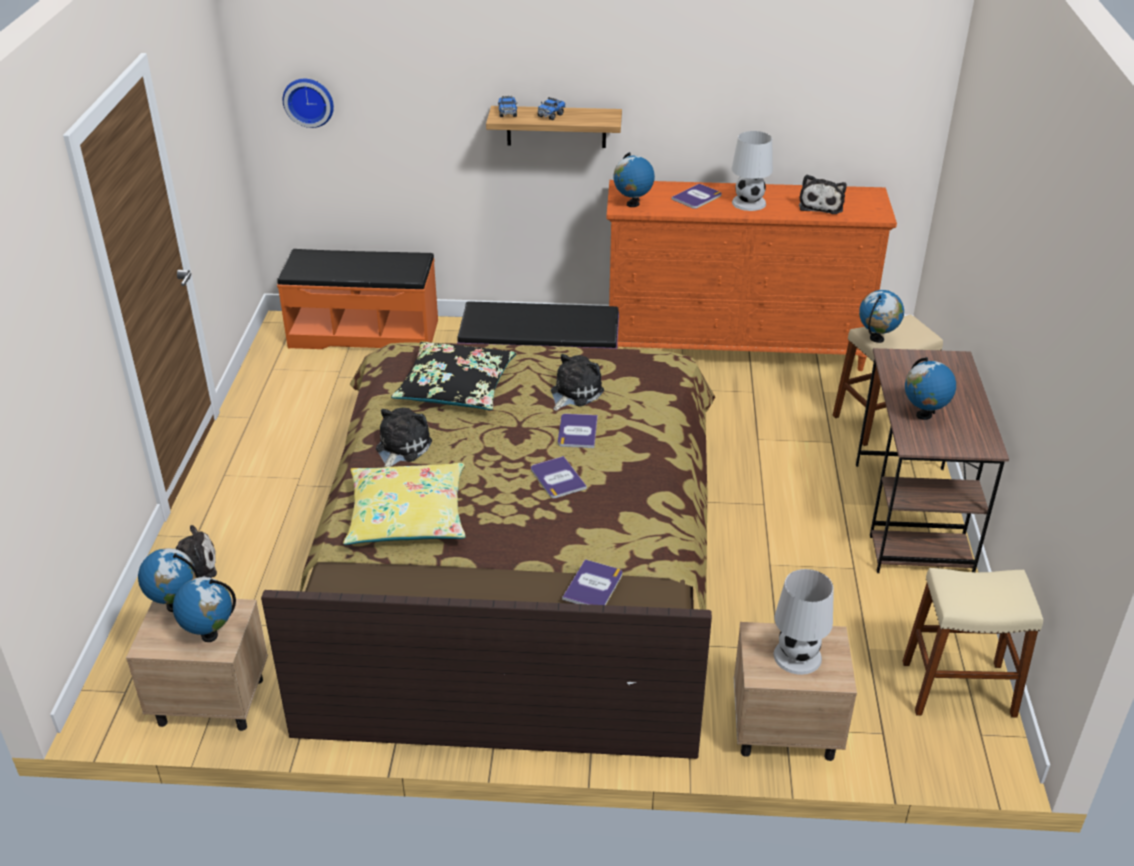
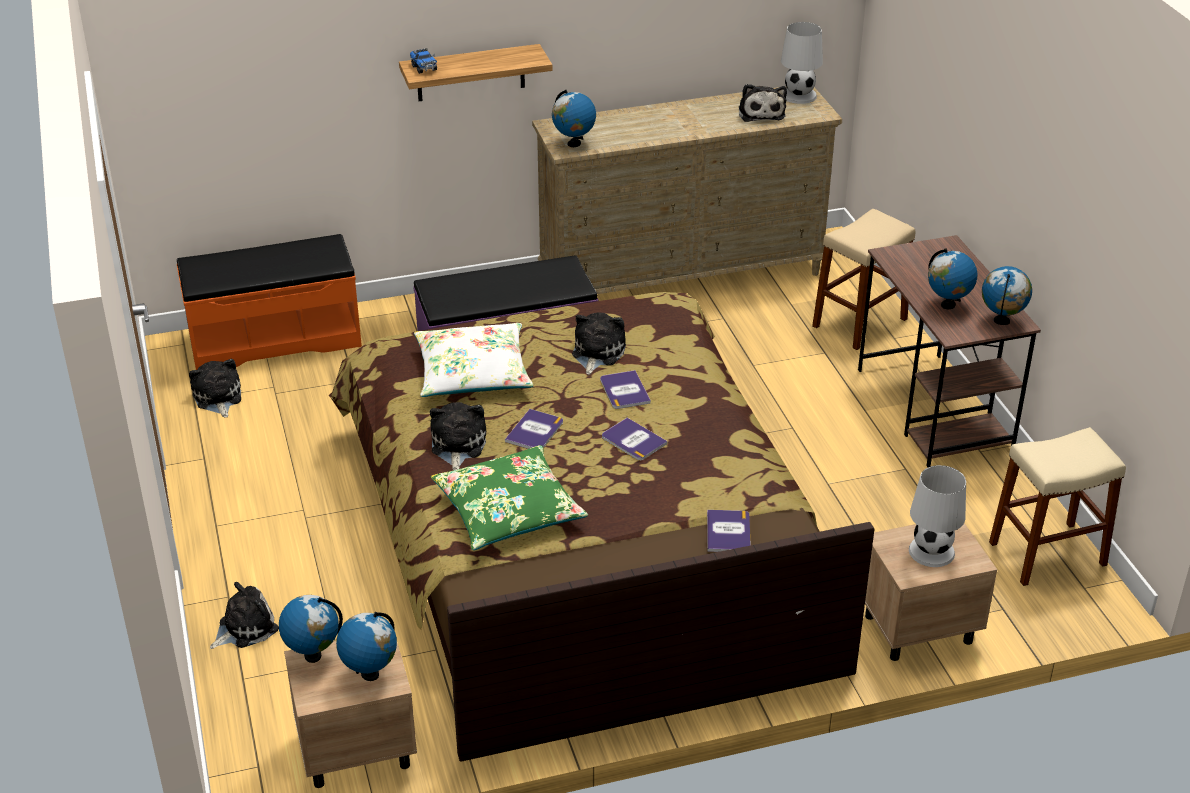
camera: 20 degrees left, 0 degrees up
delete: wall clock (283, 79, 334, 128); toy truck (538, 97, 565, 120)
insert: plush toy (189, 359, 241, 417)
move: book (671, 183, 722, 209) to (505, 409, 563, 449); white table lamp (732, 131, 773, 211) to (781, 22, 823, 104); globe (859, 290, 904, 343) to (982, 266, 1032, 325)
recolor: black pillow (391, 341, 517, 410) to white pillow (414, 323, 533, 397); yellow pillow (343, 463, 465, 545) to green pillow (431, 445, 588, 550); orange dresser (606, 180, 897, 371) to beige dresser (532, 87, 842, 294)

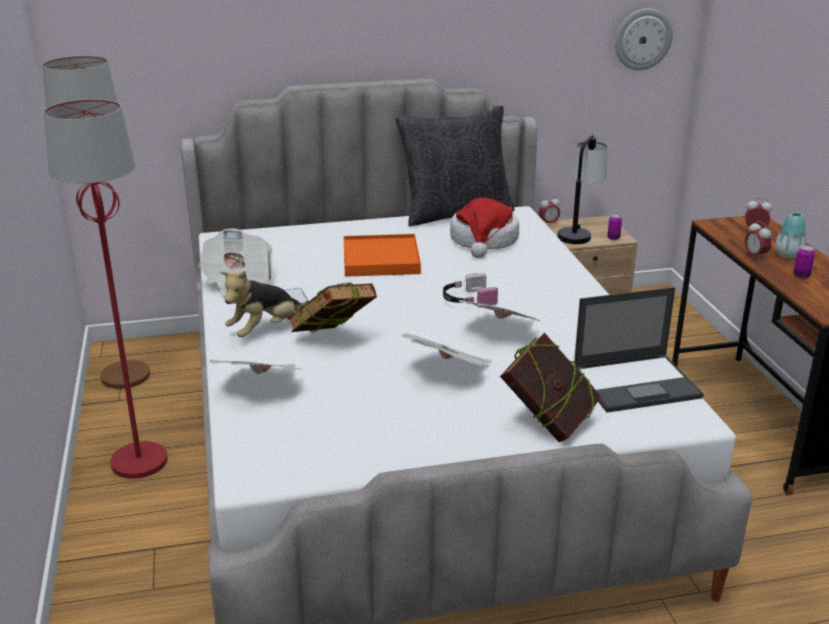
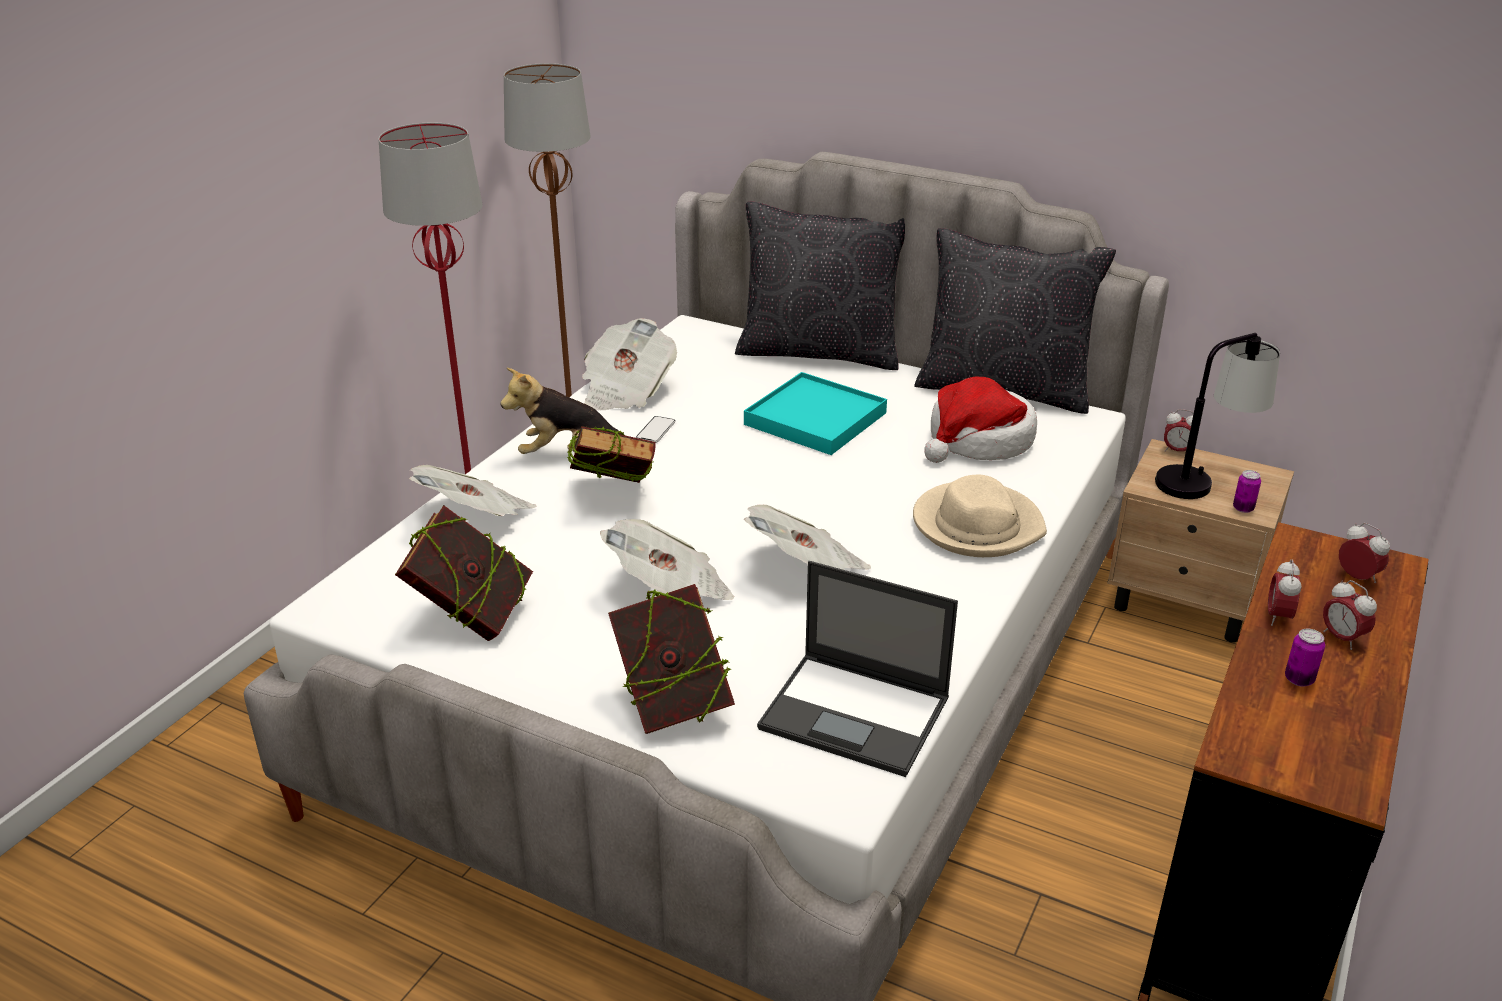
camera: 40 degrees right, 5 degrees up
delete: headphones (443, 273, 498, 308); wall clock (615, 8, 673, 70)
insert: book (395, 505, 533, 641); black pillow (735, 202, 905, 370); beige hat (913, 475, 1047, 557)
replace: vase (775, 212, 806, 258) to alarm clock (1323, 580, 1377, 650)
recolor: orange tray (343, 234, 421, 277) to turquoise tray (744, 372, 887, 455)

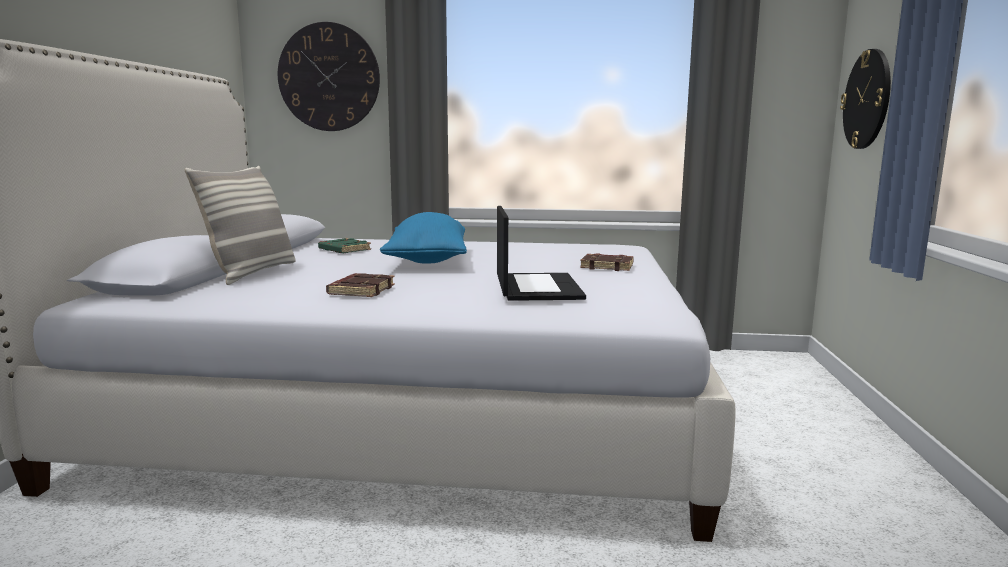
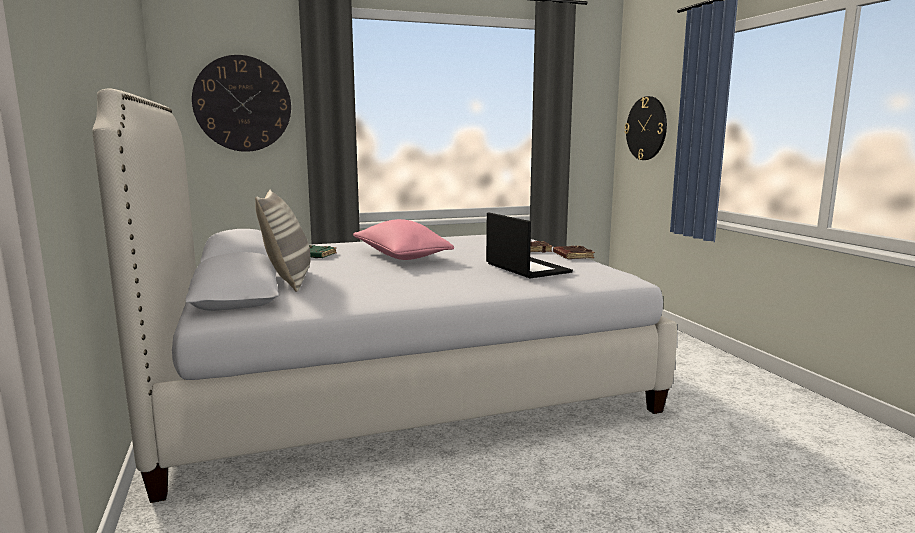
camera: 25 degrees left, 0 degrees up
move: brown book (326, 273, 395, 297) to (553, 245, 595, 259)
recolor: blue pillow (380, 212, 467, 264) to pink pillow (353, 219, 454, 260)

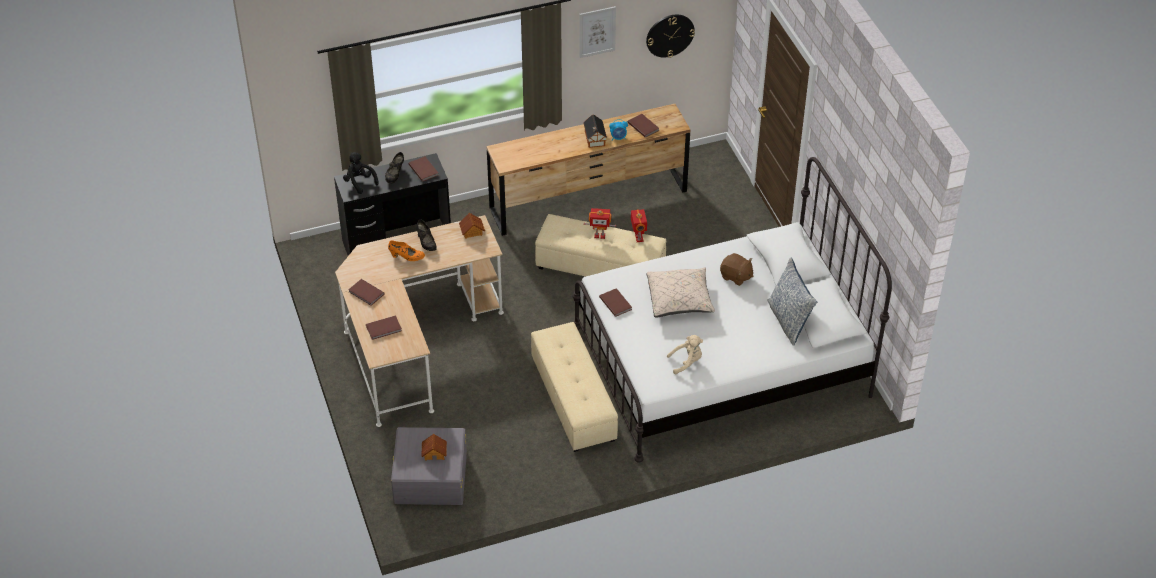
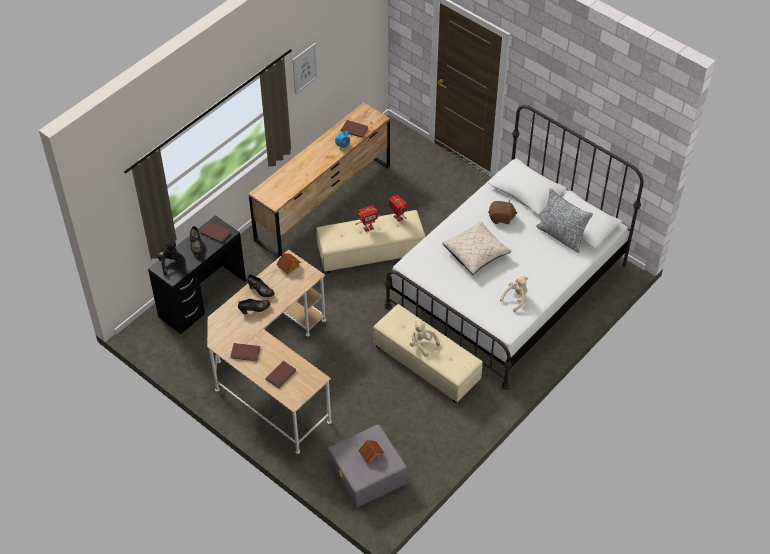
camera: 30 degrees left, 5 degrees up
delete: toy house (583, 115, 607, 148); brown book (599, 288, 632, 317); wall clock (646, 15, 695, 58)
insert: beige plush toy (410, 321, 440, 357)
recolor: orange shoe (388, 241, 425, 261) to black shoe (238, 299, 270, 314)
rotate: black plush toy (343, 152, 379, 194) = (158, 239, 186, 276) 60 degrees clockwise

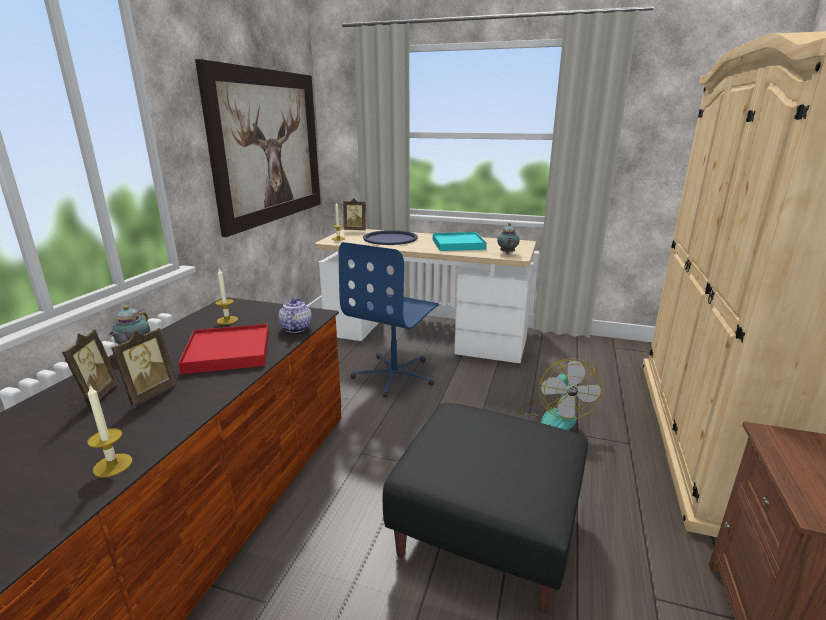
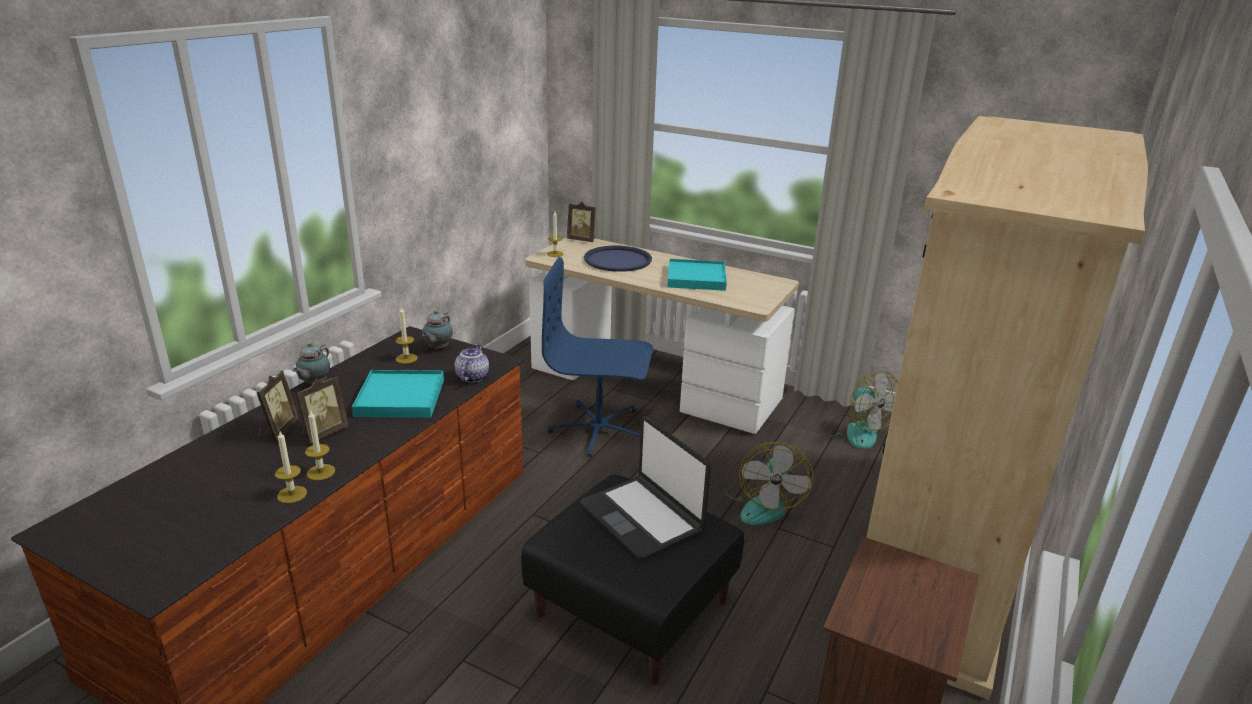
camera: 10 degrees right, 5 degrees up
delete: picture (195, 59, 321, 237)
insert: candle (305, 410, 335, 480); laptop (580, 416, 711, 560); fan (819, 371, 898, 449)
move: teapot (497, 223, 520, 254) to (422, 310, 453, 350)
recolor: red tray (178, 324, 269, 374) to turquoise tray (352, 370, 444, 418)
rotate: blue office chair (339, 242, 439, 398) = (542, 257, 653, 457) 60 degrees clockwise

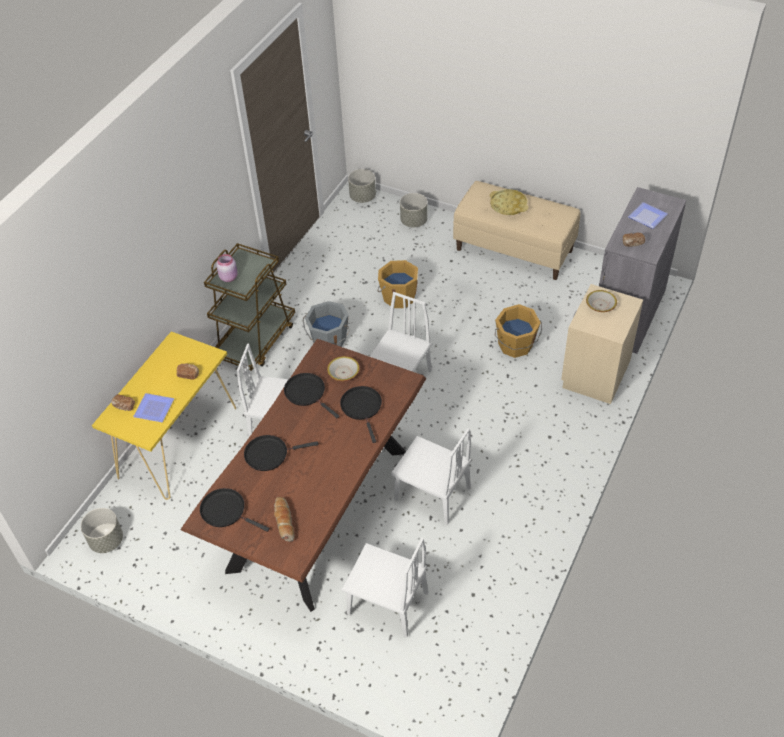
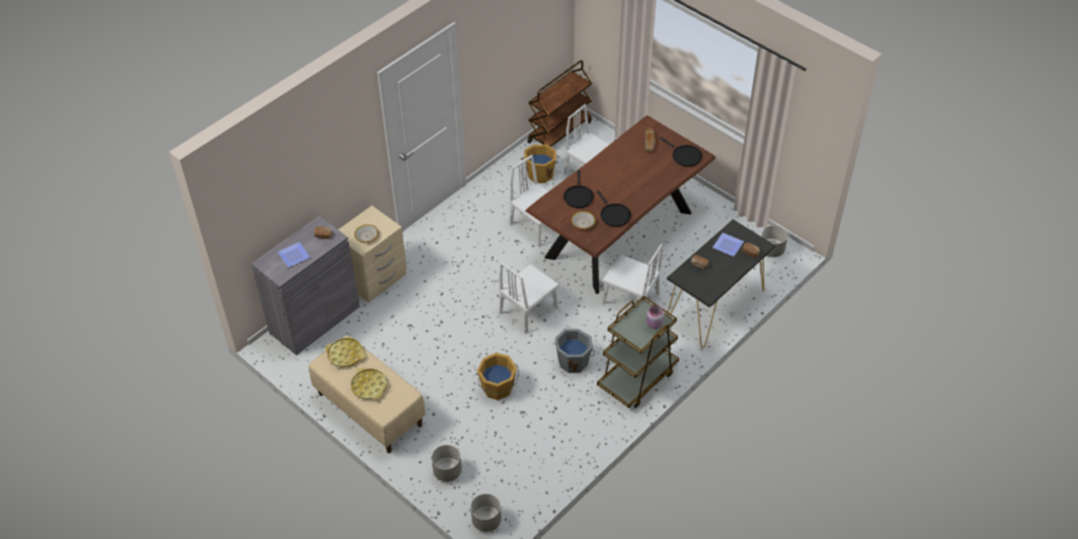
camera: 165 degrees left, 0 degrees up
delete: black frying pan (244, 435, 319, 471)
insert: yellow tray (325, 338, 366, 367); brown cart (527, 60, 592, 147)
move: orange bucket (495, 304, 542, 358) to (521, 144, 560, 183)
recolor: yellow console table (92, 331, 236, 500) to black console table (667, 219, 775, 348)

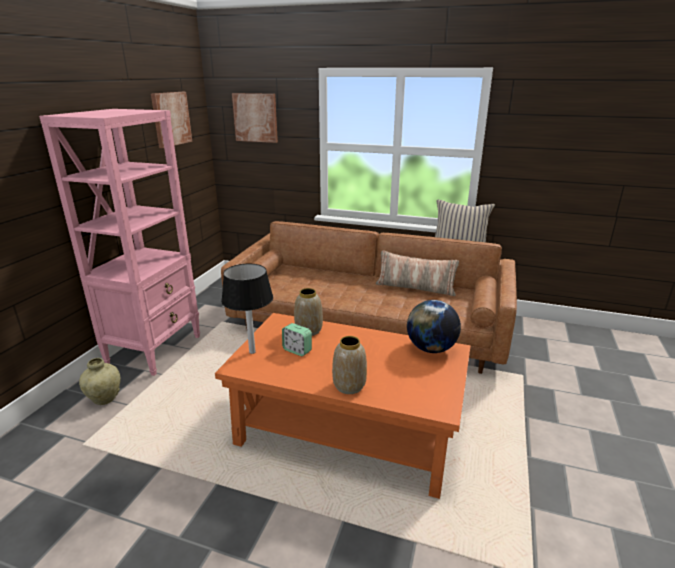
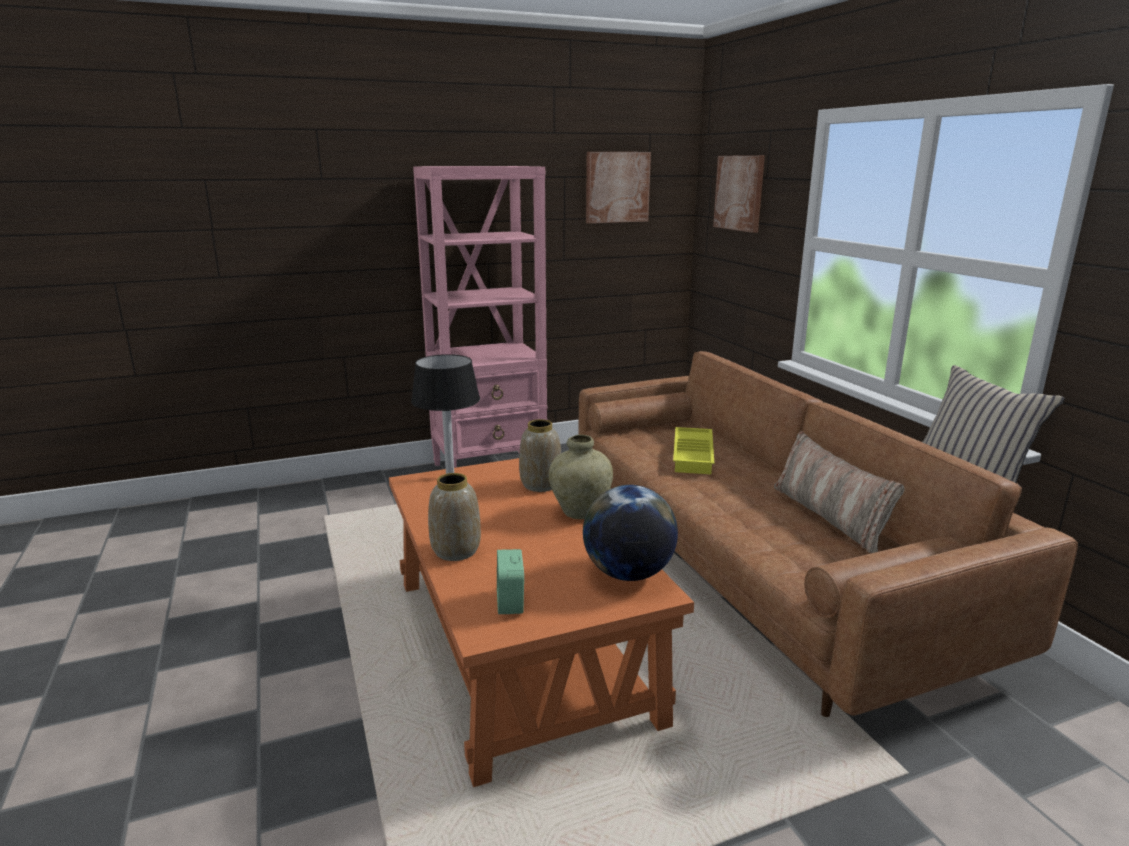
camera: 50 degrees right, 5 degrees down
insert: yellow tray (673, 427, 714, 474)
move: alarm clock (282, 323, 312, 356) to (497, 549, 524, 614); beige vase (79, 358, 120, 405) to (549, 435, 613, 519)

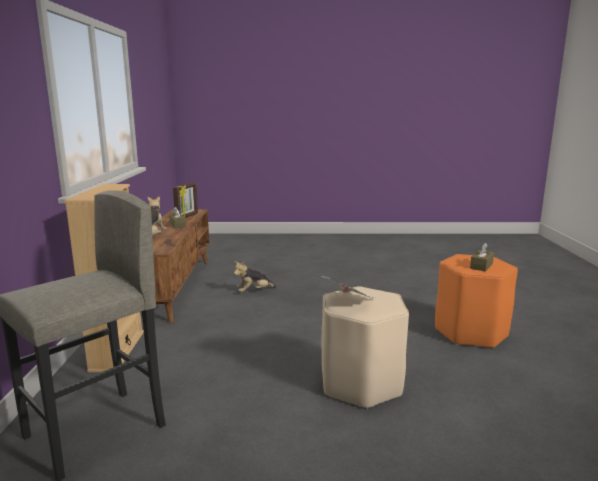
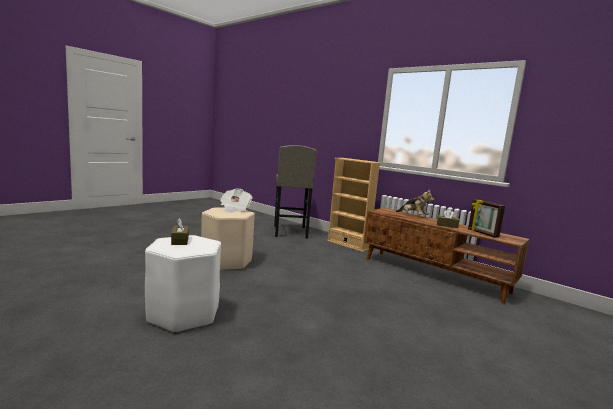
camera: 130 degrees right, 5 degrees down
delete: plush toy (234, 261, 276, 292)
recolor: orange stool (435, 254, 518, 349) to white stool (145, 235, 221, 334)

